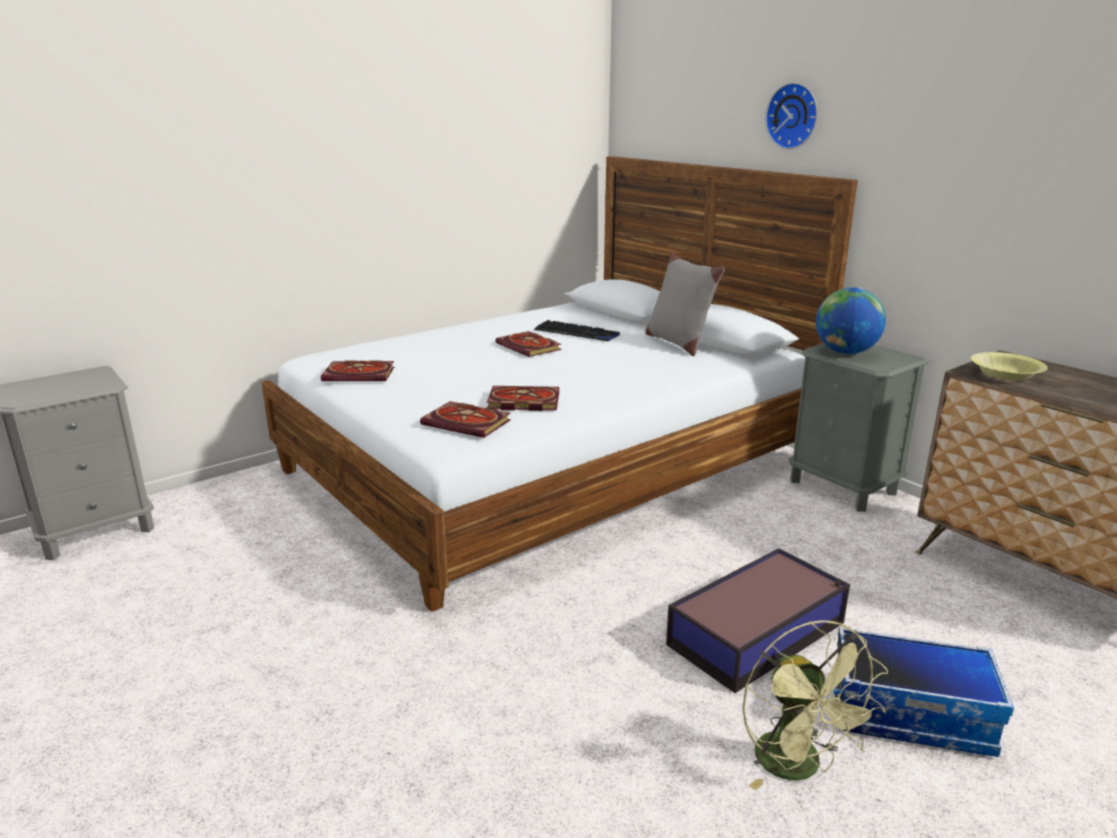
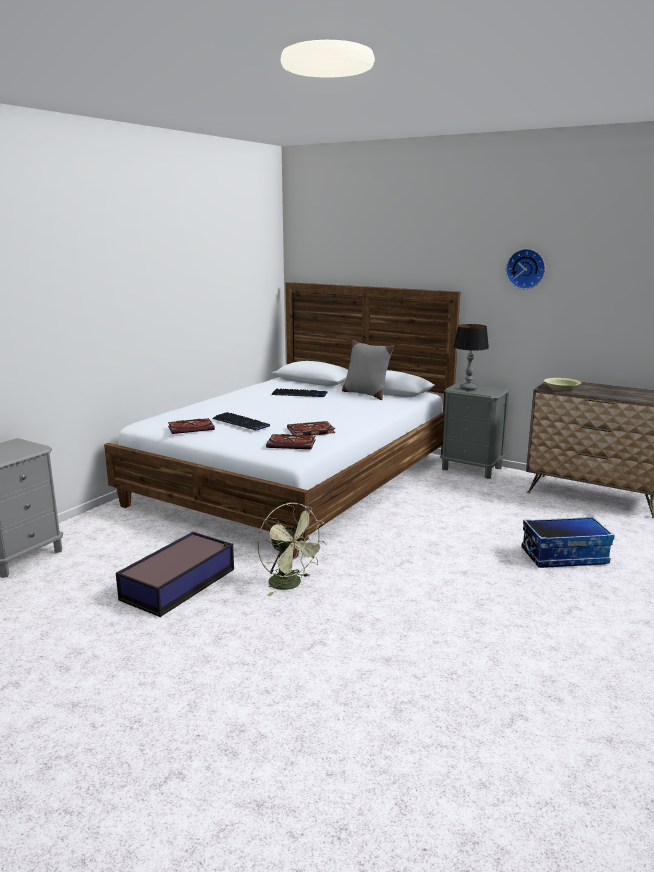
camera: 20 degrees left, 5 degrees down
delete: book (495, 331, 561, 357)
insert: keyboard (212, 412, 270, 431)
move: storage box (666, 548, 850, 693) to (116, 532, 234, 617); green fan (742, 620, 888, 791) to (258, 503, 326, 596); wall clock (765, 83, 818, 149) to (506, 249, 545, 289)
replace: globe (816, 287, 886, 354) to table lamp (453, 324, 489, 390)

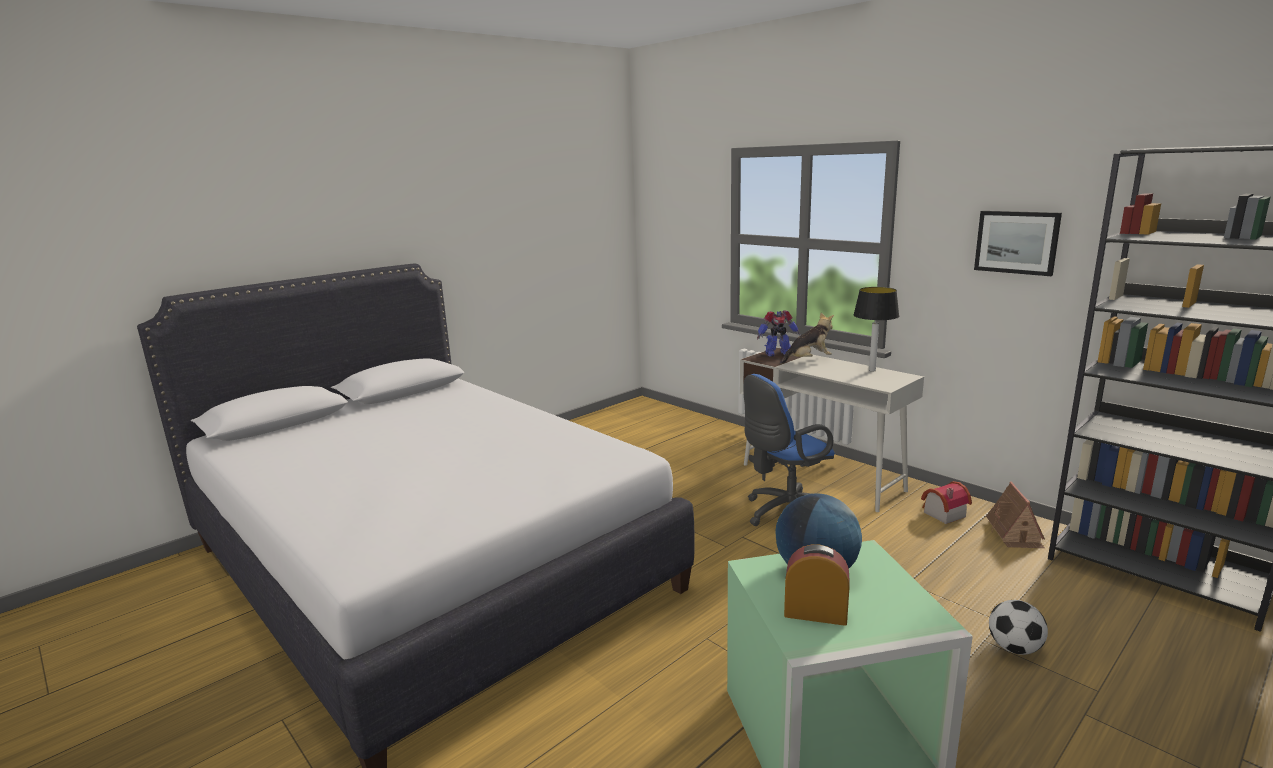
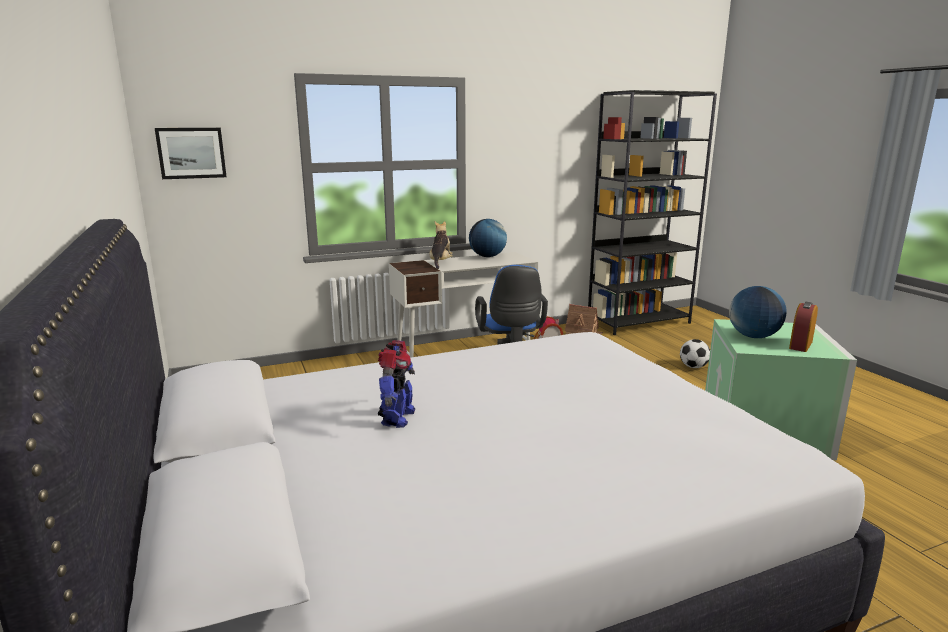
camera: 70 degrees left, 0 degrees up
move: picture (974, 211, 1062, 276) to (155, 128, 227, 179); toy robot (757, 310, 800, 357) to (378, 340, 416, 428)
replace: table lamp (853, 287, 899, 372) to globe (469, 219, 507, 257)

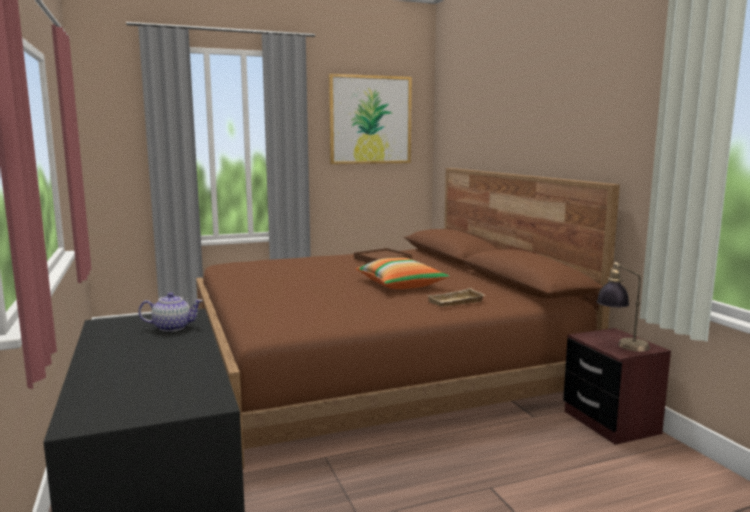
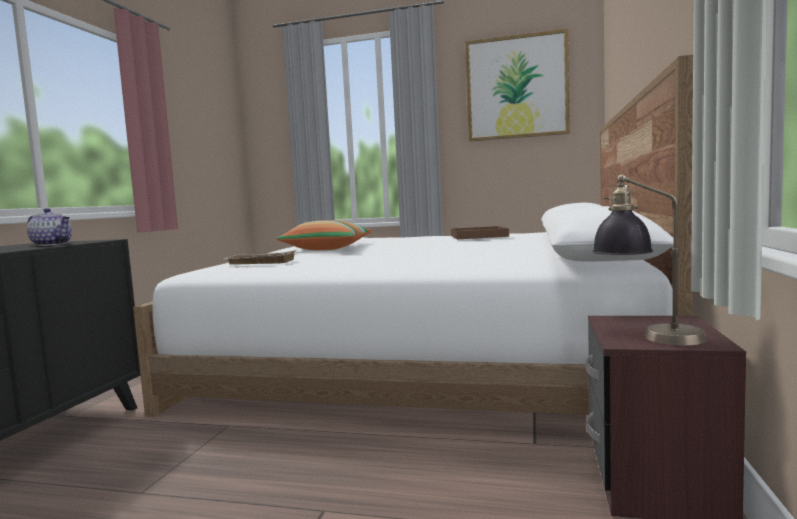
camera: 35 degrees right, 5 degrees down
move: beige tray (427, 288, 485, 307) to (224, 250, 297, 265); pillow (356, 257, 450, 289) to (277, 220, 372, 250)
recolor: brown bed (196, 168, 620, 469) to white bed (133, 54, 693, 417)

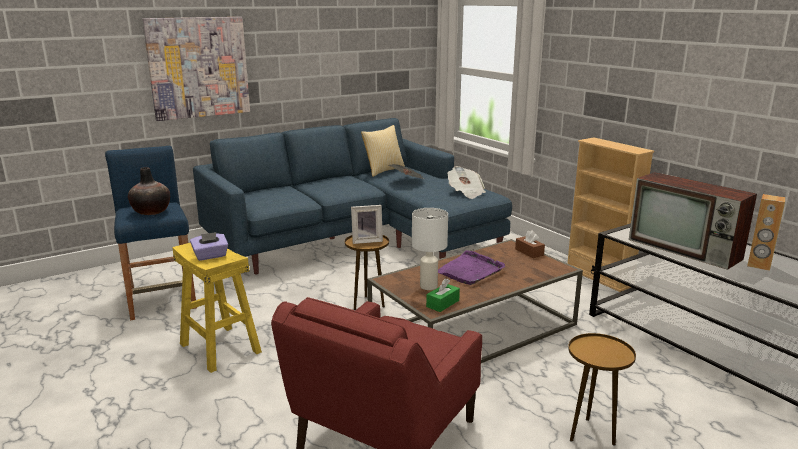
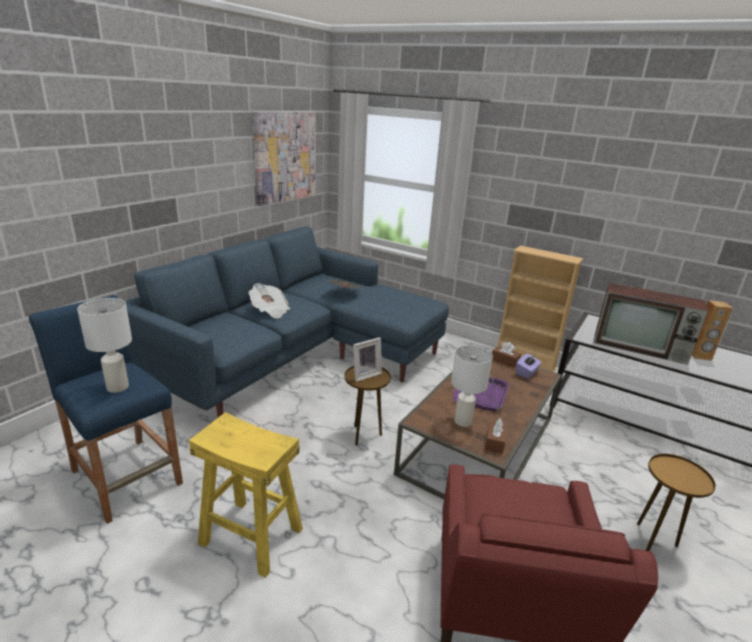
camera: 25 degrees left, 5 degrees up
delete: pillow (361, 125, 405, 177)
move: newspaper (447, 166, 486, 199) to (248, 283, 291, 319); picture (142, 17, 250, 121) to (253, 112, 316, 206); purple tissue box (190, 232, 228, 261) to (516, 354, 542, 379)
replace: vase (128, 167, 170, 215) to white table lamp (77, 298, 132, 393)
recolor: green tissue box (426, 279, 460, 312) to brown tissue box (485, 418, 507, 454)

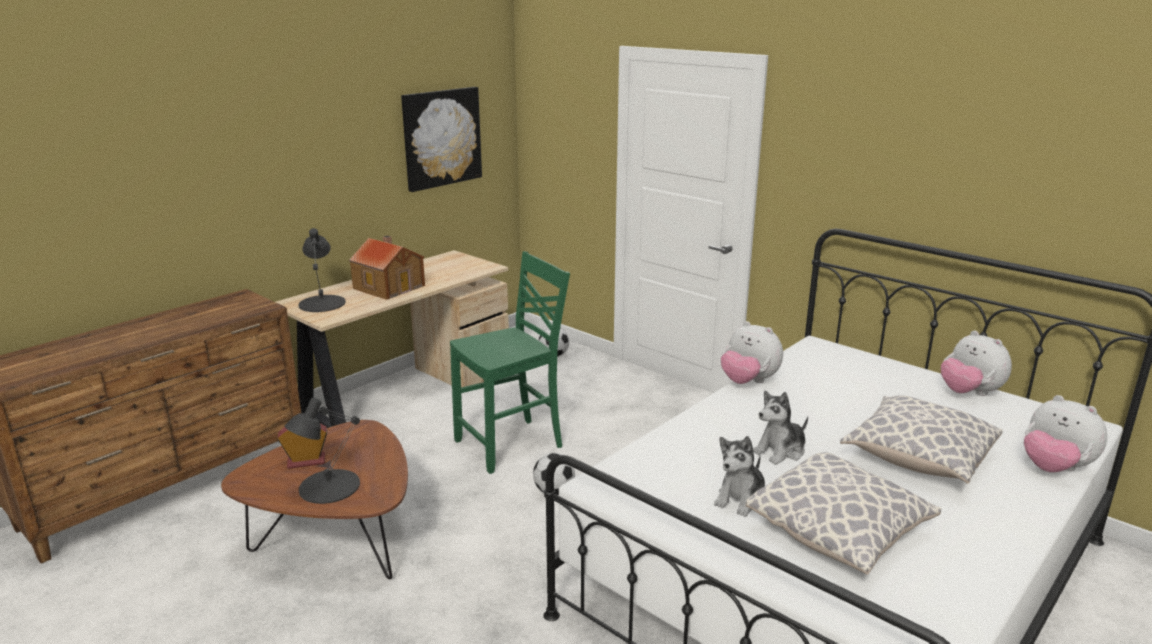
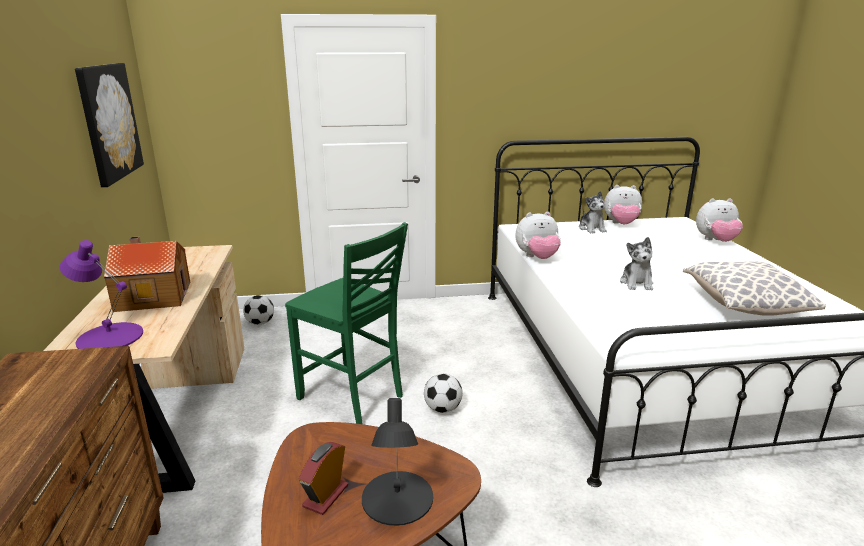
camera: 50 degrees left, 0 degrees up
delete: pillow (840, 396, 1003, 484)
move: plush toy (714, 436, 765, 517) to (579, 191, 607, 234)
recolor: black table lamp (298, 228, 346, 312) to purple table lamp (59, 240, 143, 349)
rotate: green chair (450, 251, 570, 474) = (285, 222, 408, 424) 120 degrees clockwise

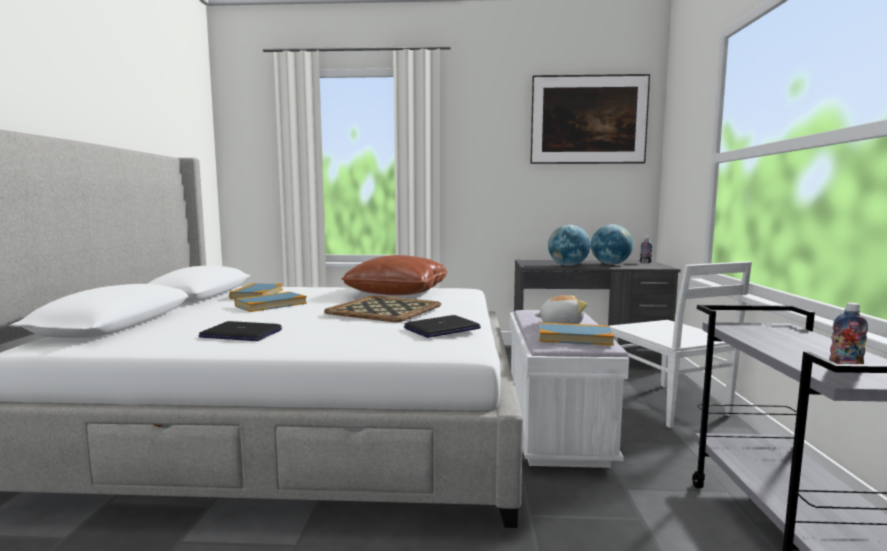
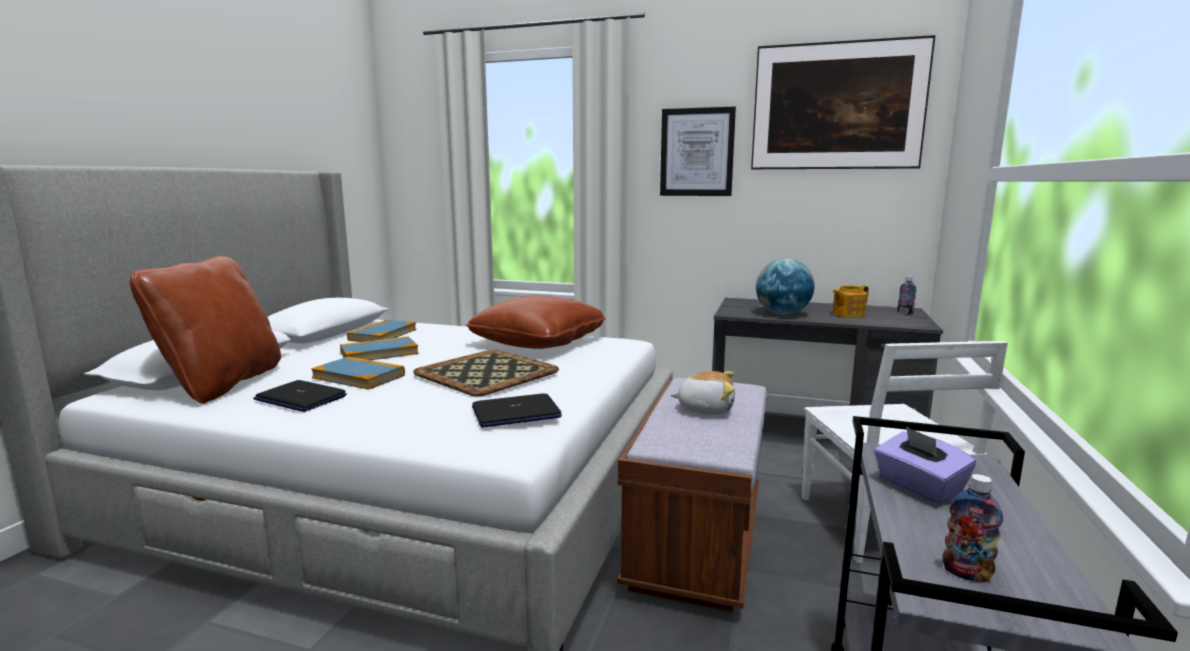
camera: 15 degrees right, 5 degrees up
insert: brown pillow (130, 256, 281, 404); picture (660, 107, 736, 196); purple tissue box (874, 427, 976, 504)
move: book (540, 322, 614, 346) to (311, 357, 405, 390)
replace: globe (591, 224, 633, 265) to teapot (833, 285, 869, 318)
recolor: white bench (510, 310, 629, 468) to brown bench (617, 378, 767, 612)

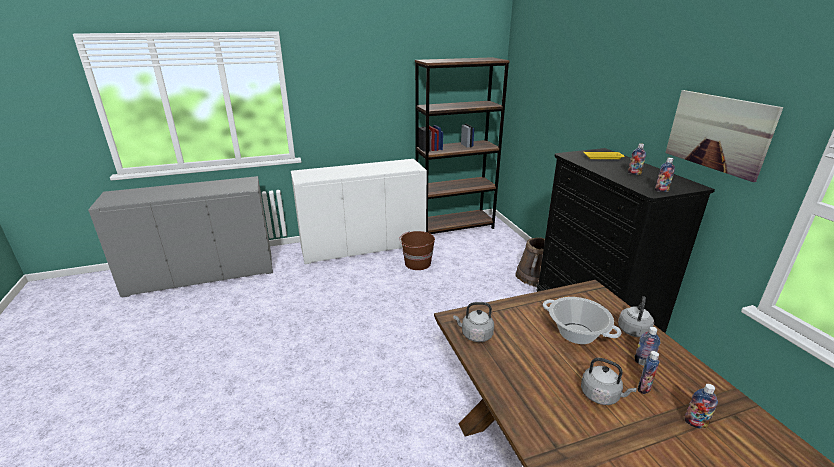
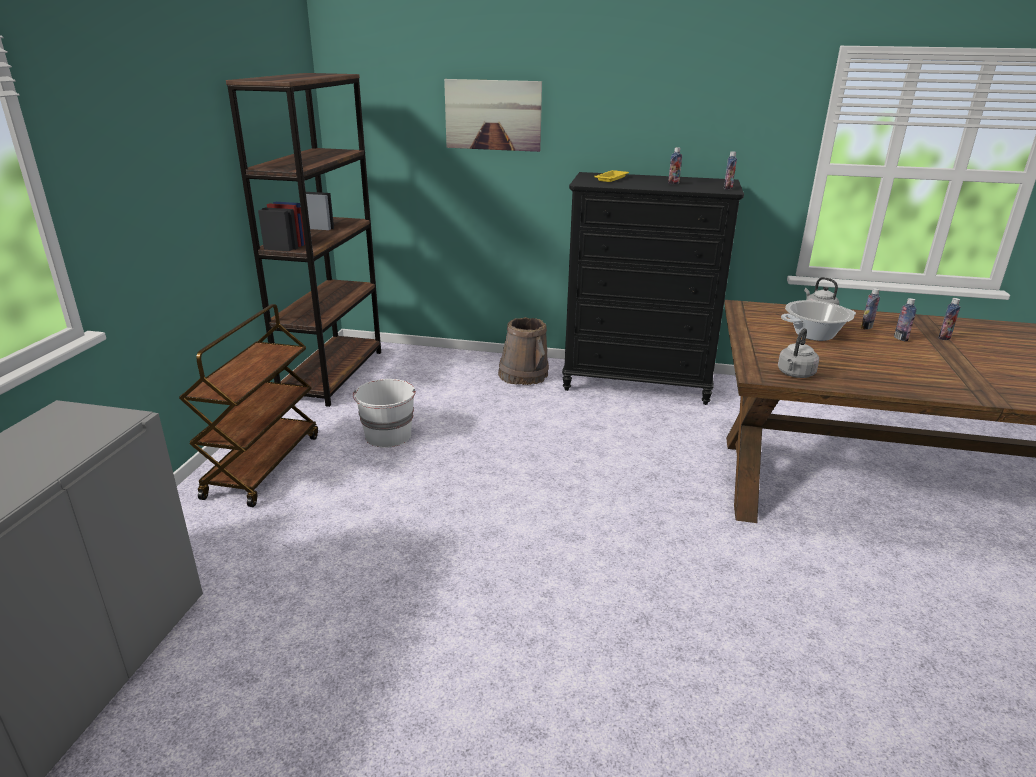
camera: 60 degrees left, 0 degrees up
delete: grey kettle (581, 358, 637, 405)
move: picture (665, 90, 783, 182) to (444, 79, 542, 152)
replace: white cabinet (291, 159, 427, 264) to brown cart (179, 304, 318, 507)
recolor: brown bucket (399, 231, 435, 270) to white bucket (353, 379, 416, 448)

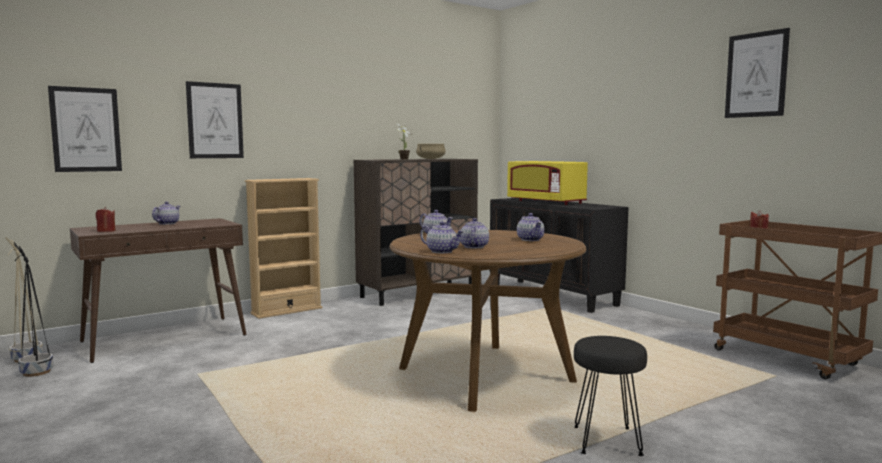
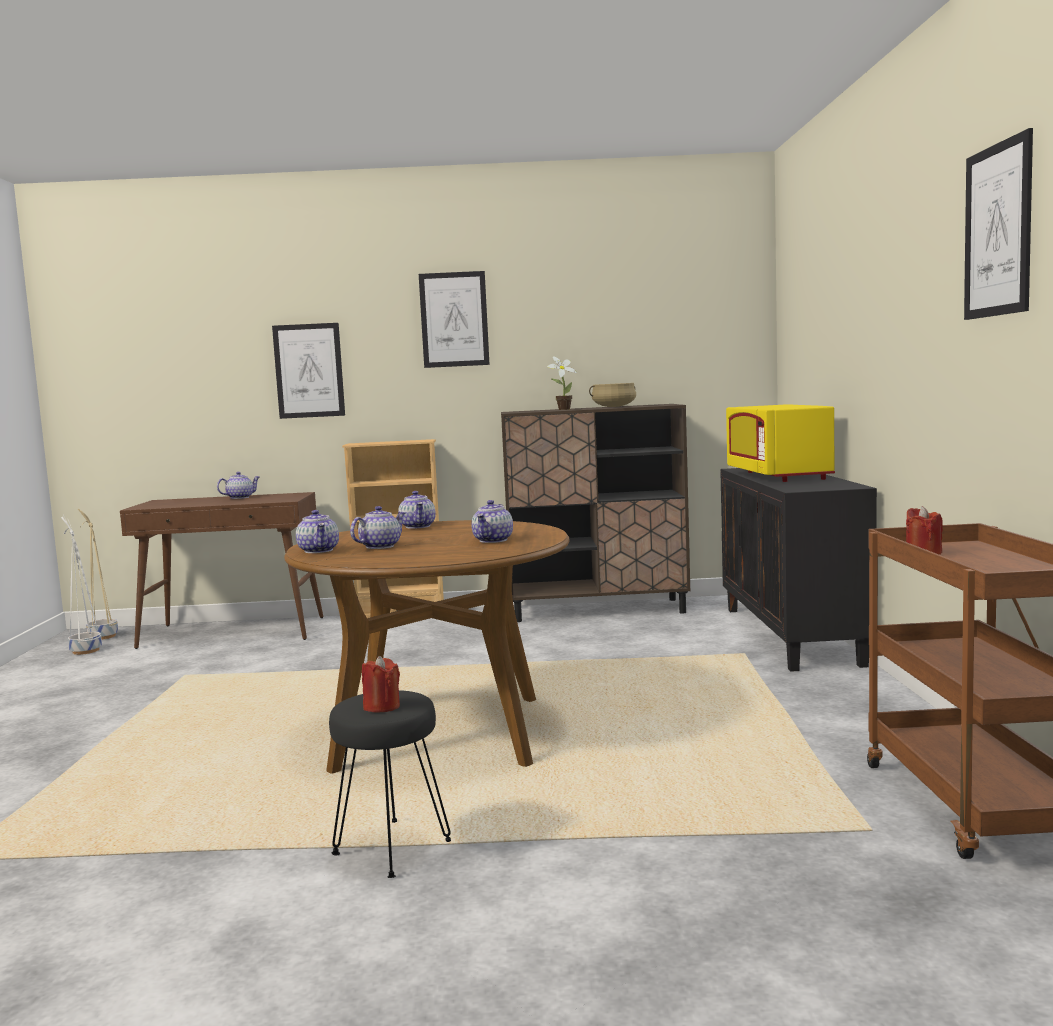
camera: 35 degrees right, 0 degrees up
move: red candle (96, 207, 116, 232) to (362, 656, 400, 713); picture (48, 86, 122, 172) to (419, 271, 489, 368)
recolor: black planter (14, 242, 54, 377) to white planter (61, 514, 102, 655)

